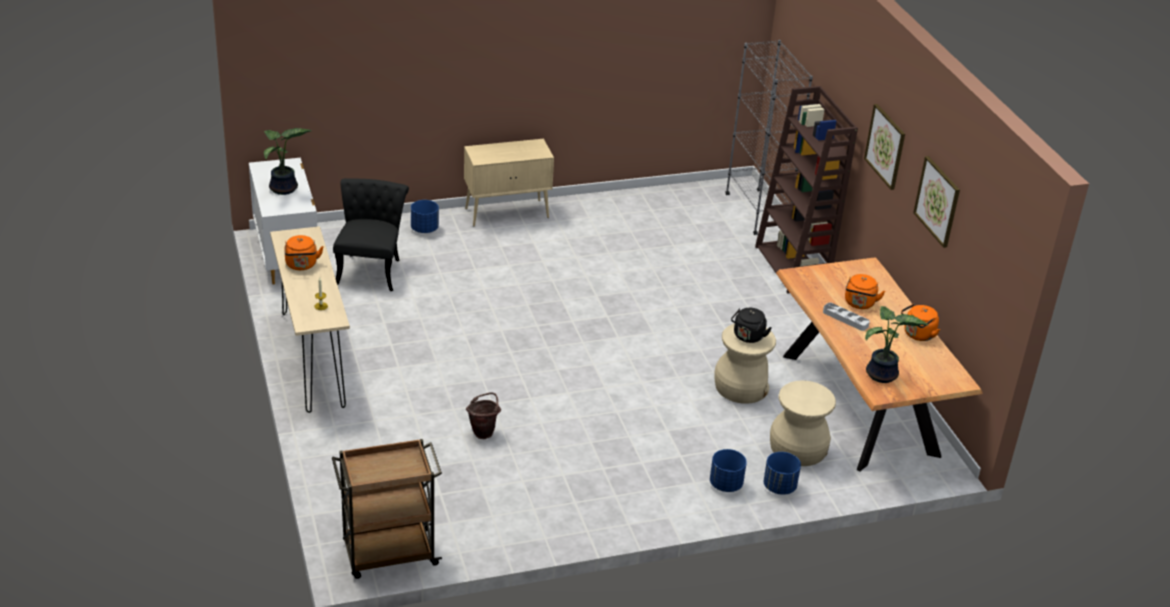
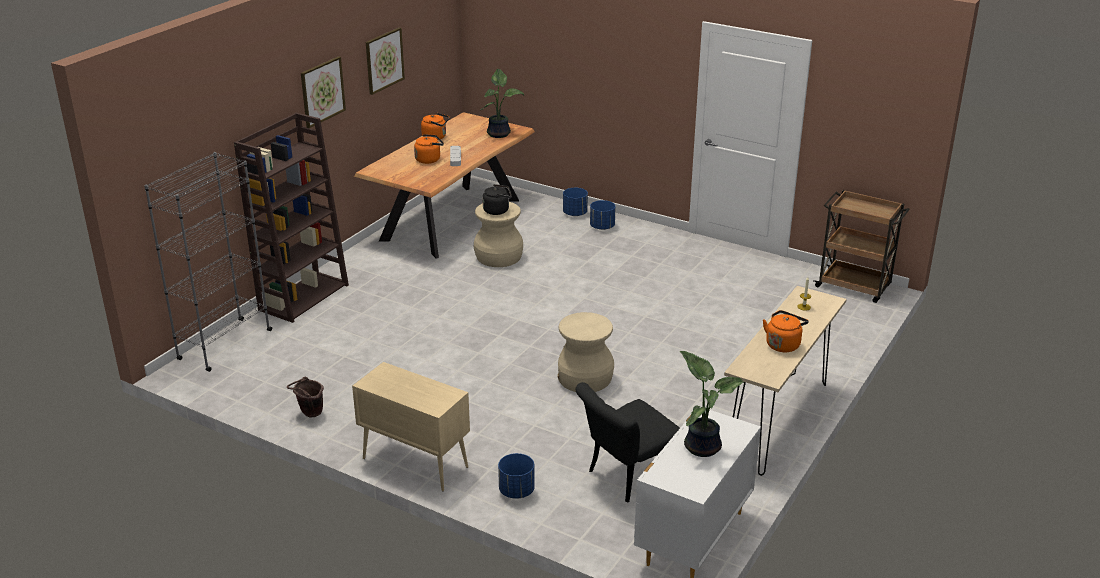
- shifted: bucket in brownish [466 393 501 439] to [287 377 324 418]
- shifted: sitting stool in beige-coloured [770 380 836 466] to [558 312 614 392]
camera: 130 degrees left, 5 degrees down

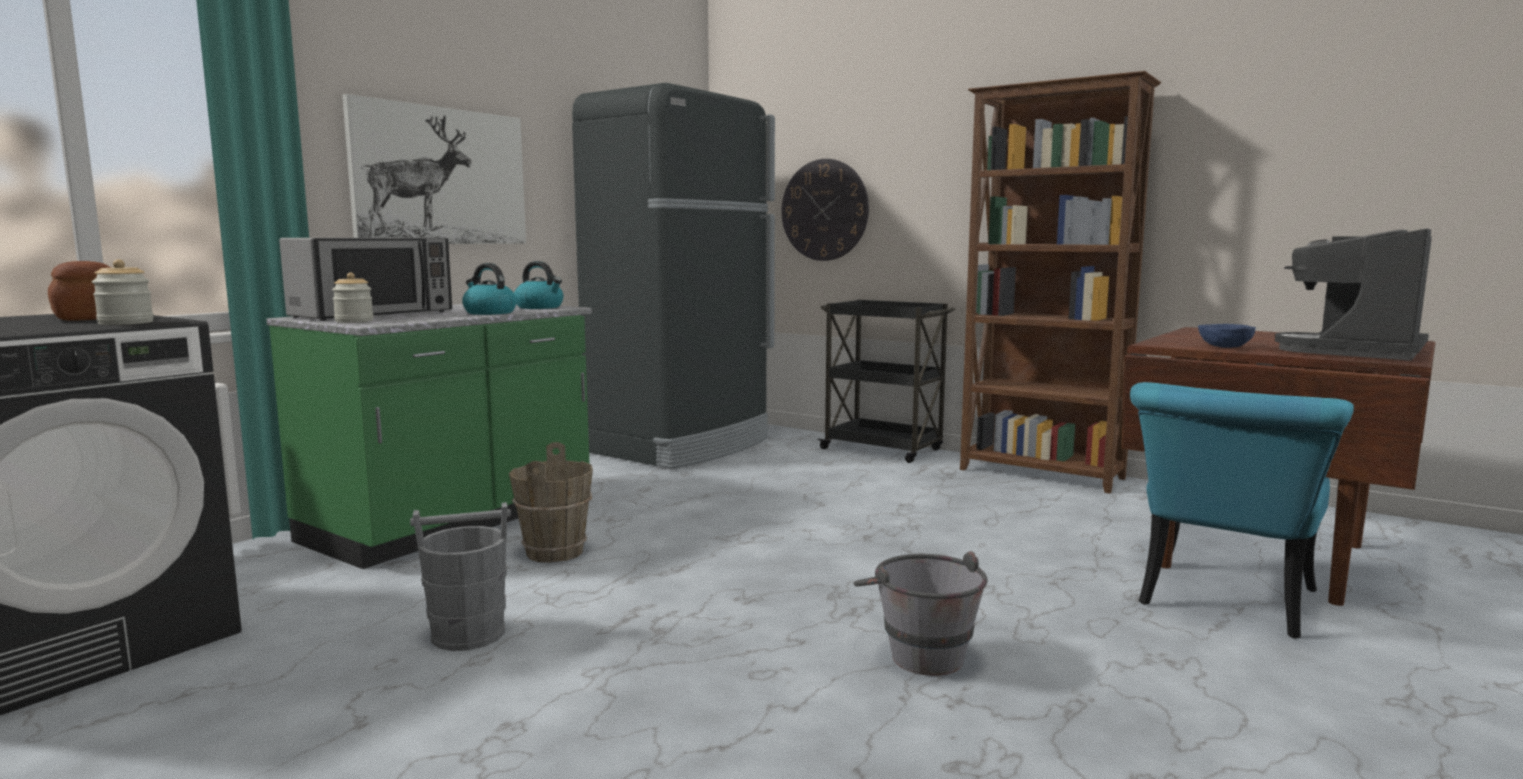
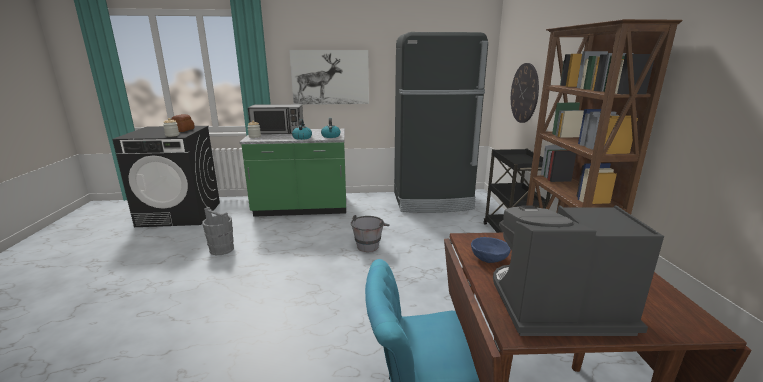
- shifted: bucket in gray [854 551 988 676] to [351 215 390 252]
- gone: bucket in brownish [509 442 593 563]
camera: 50 degrees right, 10 degrees up

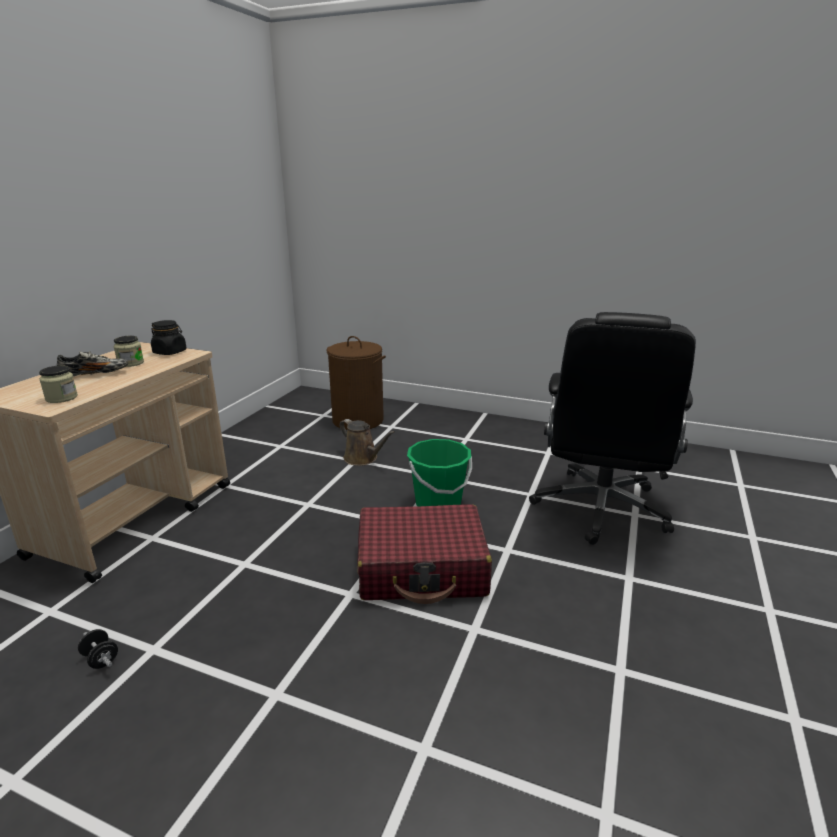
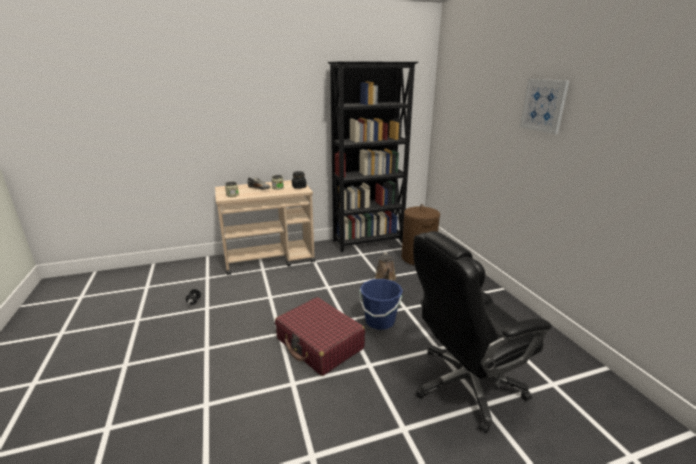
- new: bookcase in black-coloured [327 62 419 252]
- repainted: bucket in green [407 439 472 506] to bucket in bluish [359 279 403 330]
- new: picture [520 79 569 134]
camera: 50 degrees right, 0 degrees up

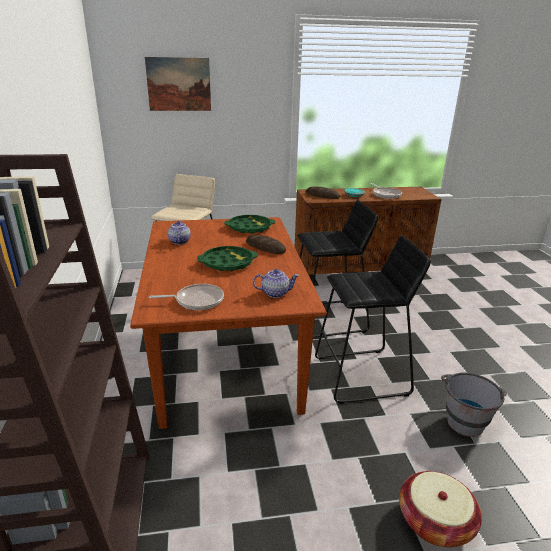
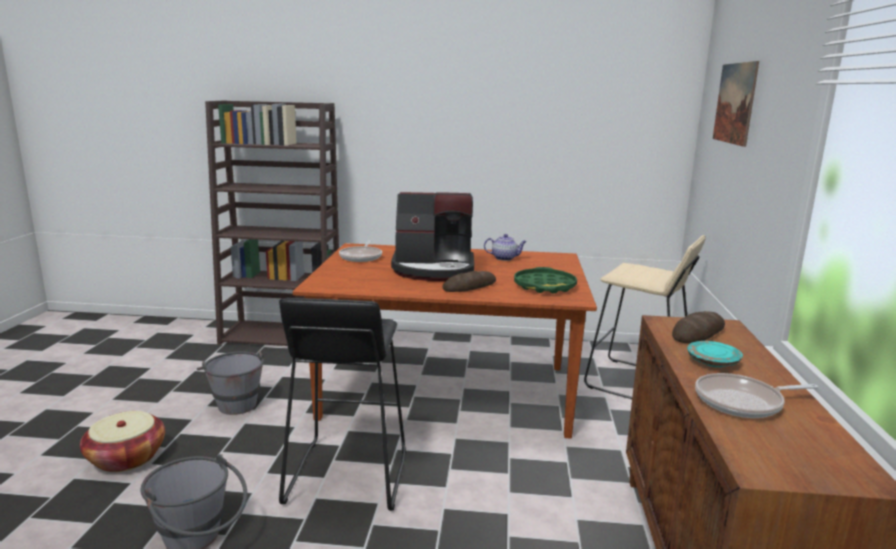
- new: bucket in gray [197 350 264 415]
- swapped: tray in green [197 246 258 271] to coffee maker [391 192 474 281]
- gone: tea pot [253 269 299 298]
- gone: sitting stool in black-coloured [297 200 378 337]
camera: 105 degrees right, 10 degrees down

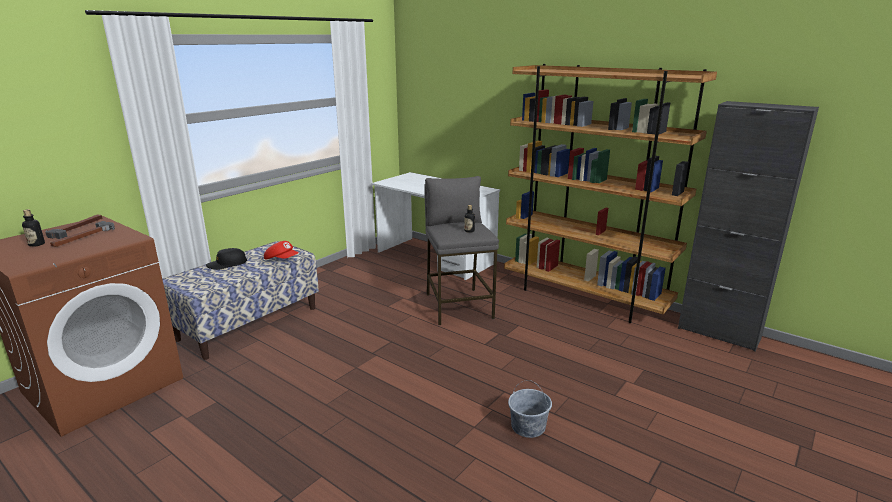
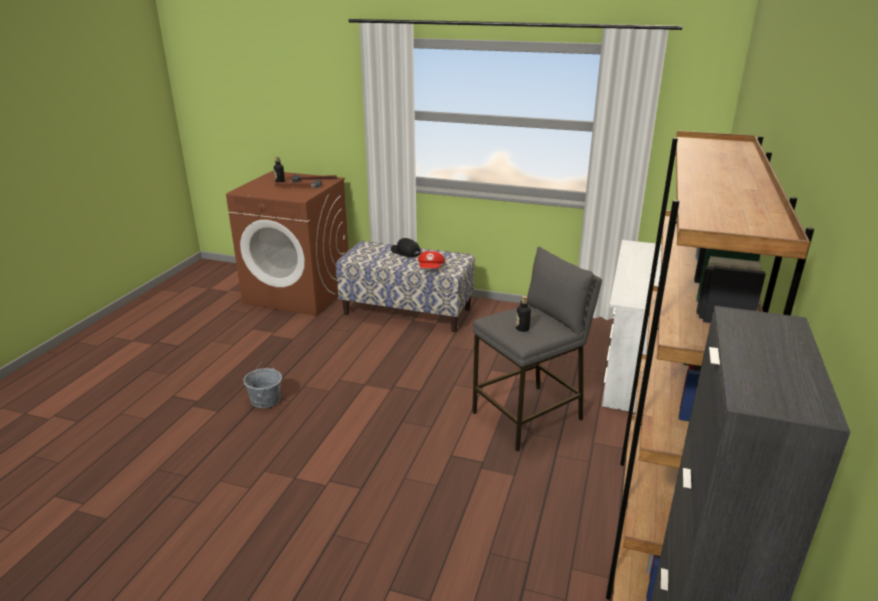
- shifted: bucket in gray [508 380 552 438] to [243 360 282 408]
camera: 70 degrees right, 5 degrees up

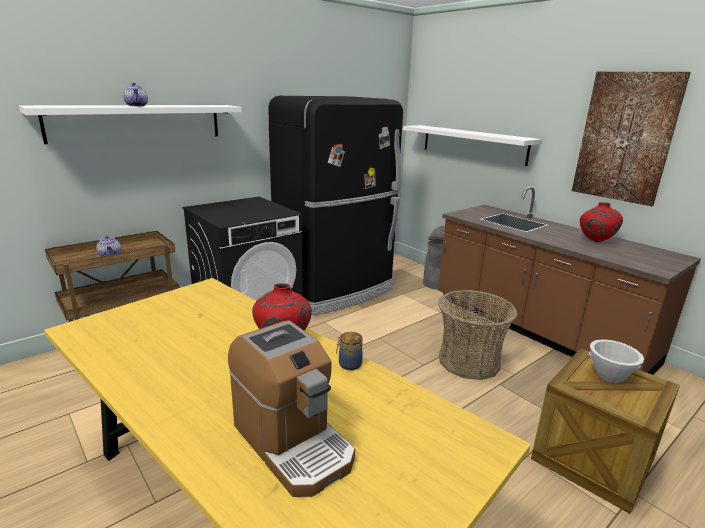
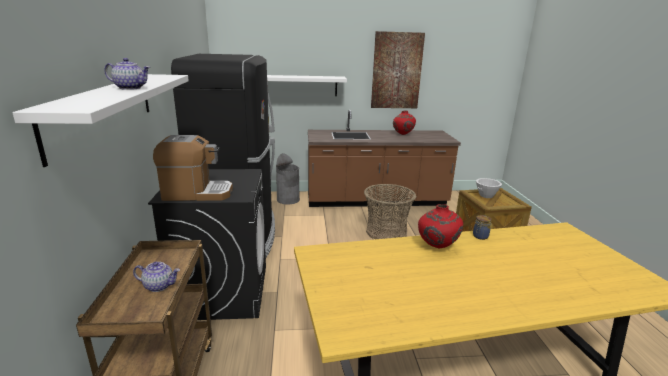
- shifted: coffee maker [228 321 355 497] to [153 135 233 201]
camera: 55 degrees left, 0 degrees up

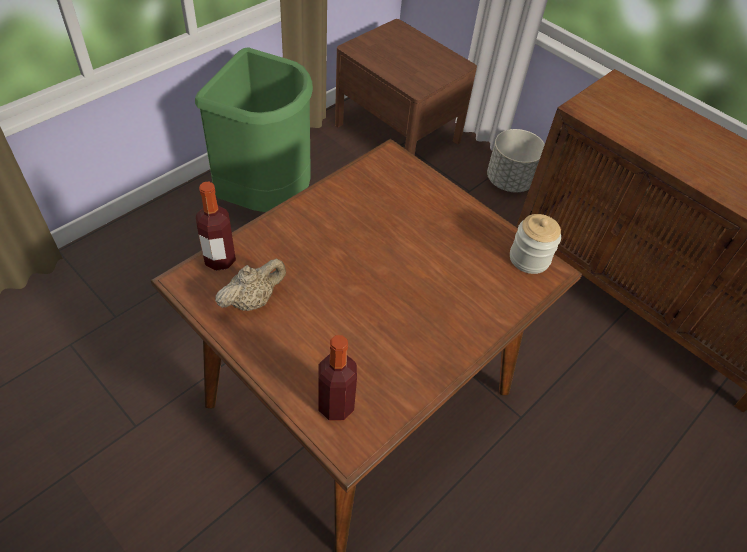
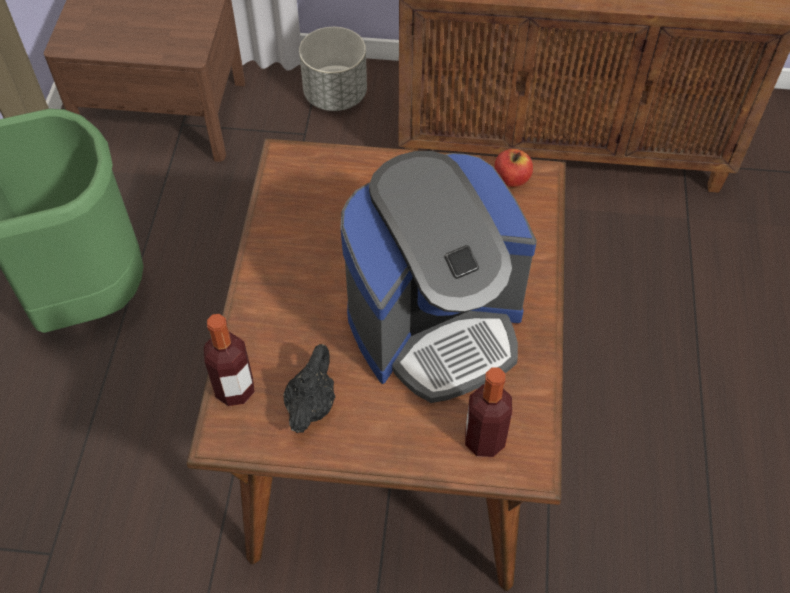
- repainted: tea pot in beige-coloured [215 259 286 311] to tea pot in black-coloured [283 344 336 433]
- new: coffee maker [341 151 537 403]
- swapped: preserve jar [510 214 561 274] to apple fruit [494 149 533 187]
camera: 35 degrees left, 5 degrees up

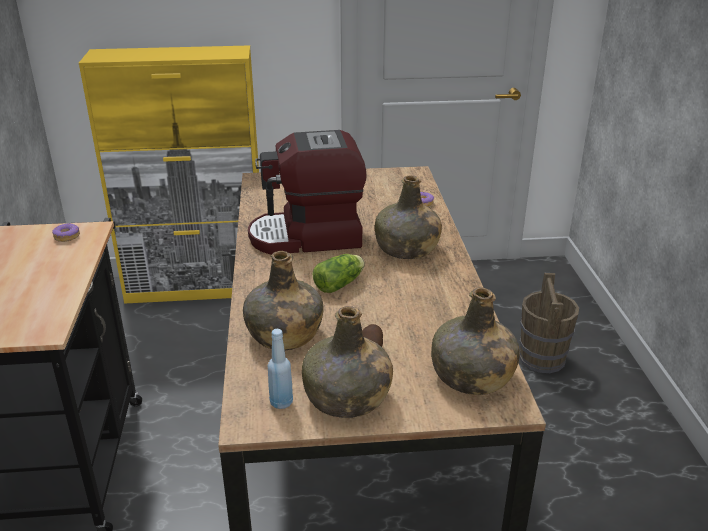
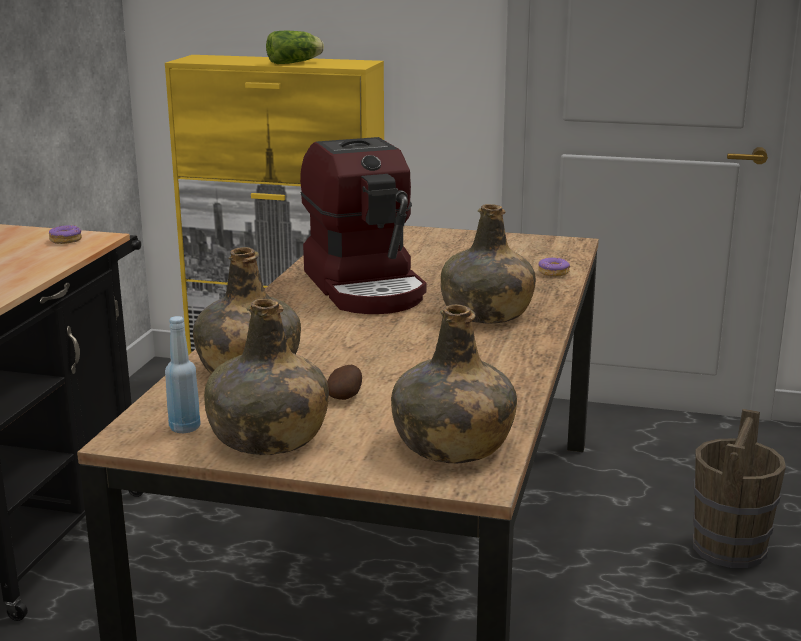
- shifted: head of lettuce [312 254 365 293] to [266 31 324 64]
- rotated: coffee maker [248 130 367 255] = [300 137 426 314] 120 degrees counterclockwise
camera: 20 degrees right, 10 degrees down

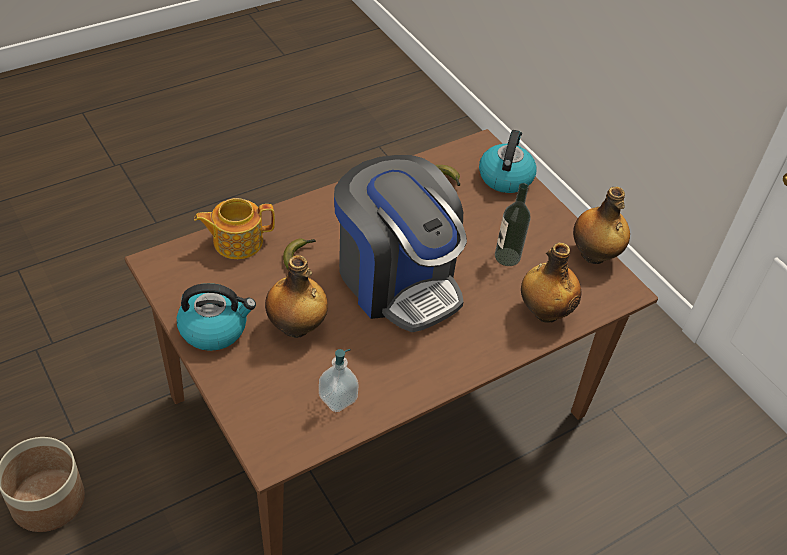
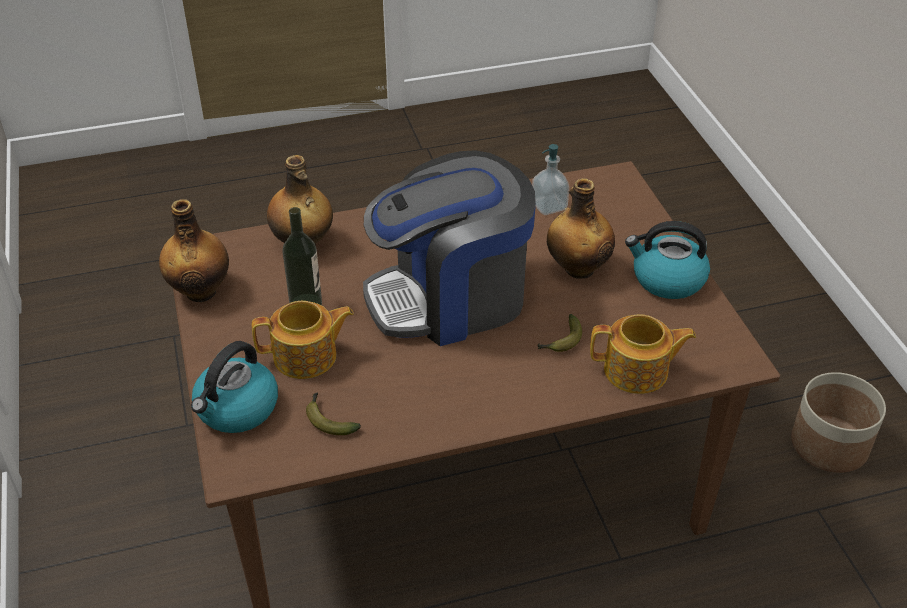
- new: tea pot [252 301 354 379]
- rotated: coffee maker [334 155 467 332] = [363 150 536 346] 90 degrees counterclockwise
camera: 160 degrees left, 5 degrees down

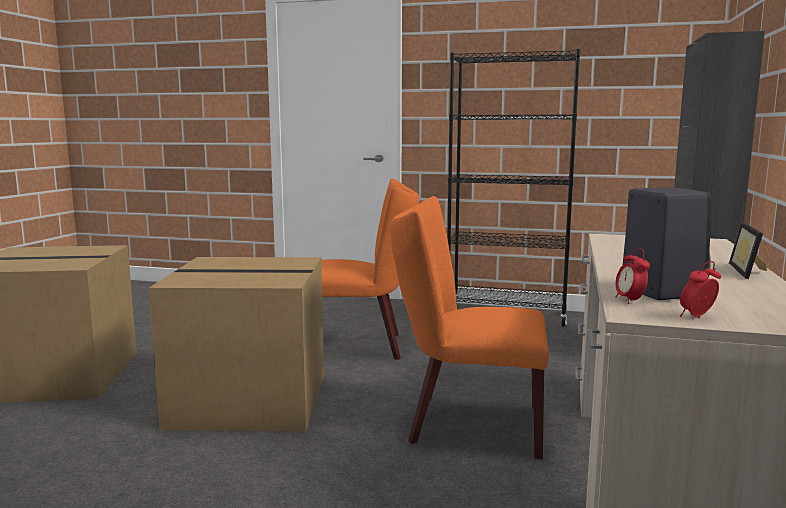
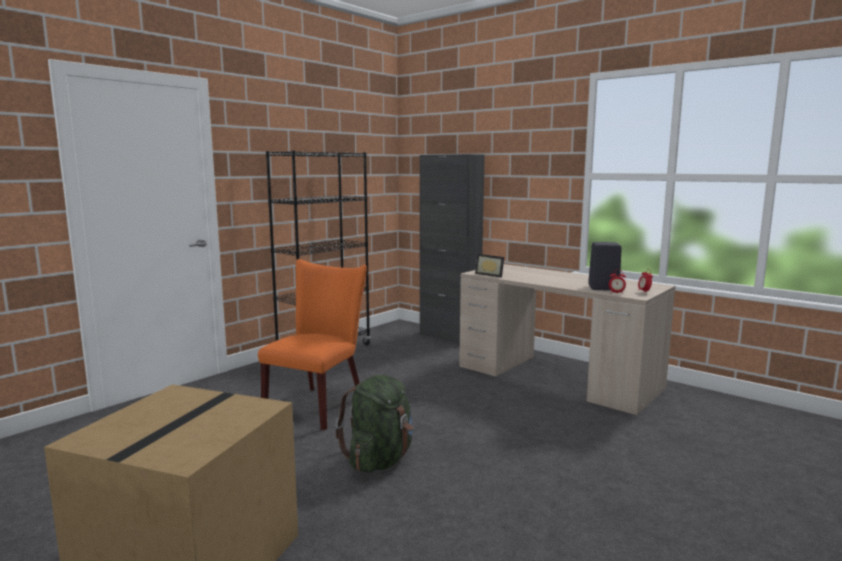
- swapped: carton [149 257 324 431] to backpack in green [336 375 413 473]
- shifted: picture frame [729 222 767 279] to [475 254 504 278]
- gone: chair in orangey [390 196 549 459]
camera: 65 degrees left, 0 degrees up

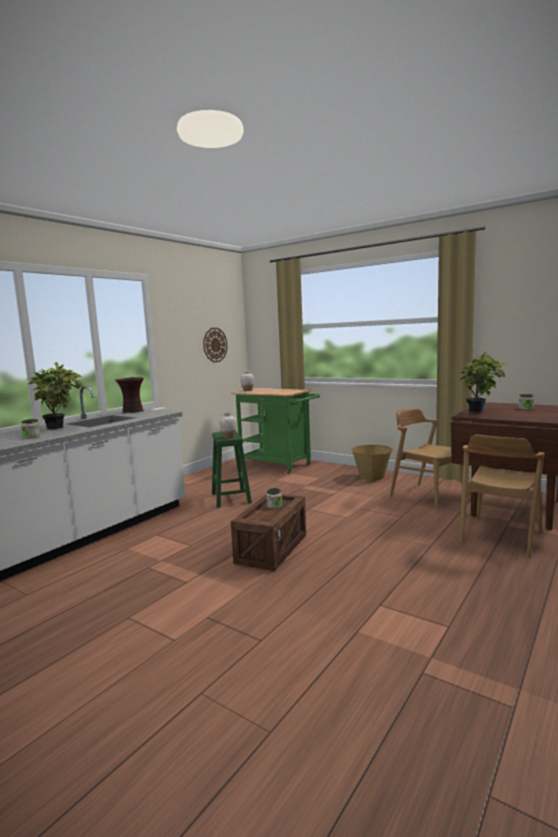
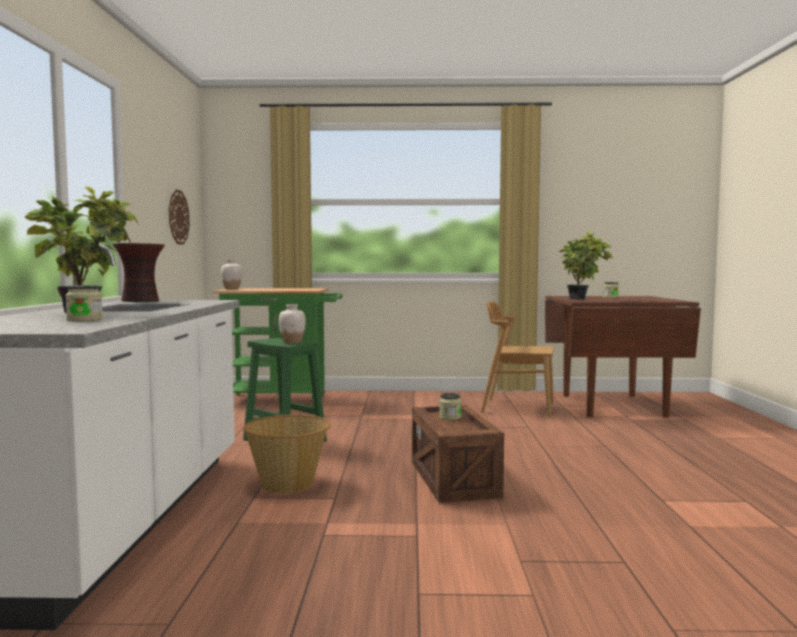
- shifted: storage basket [352 445 393 481] to [243 415 331 494]
- gone: chair in brownish [460 434 545 557]
camera: 35 degrees left, 5 degrees down

